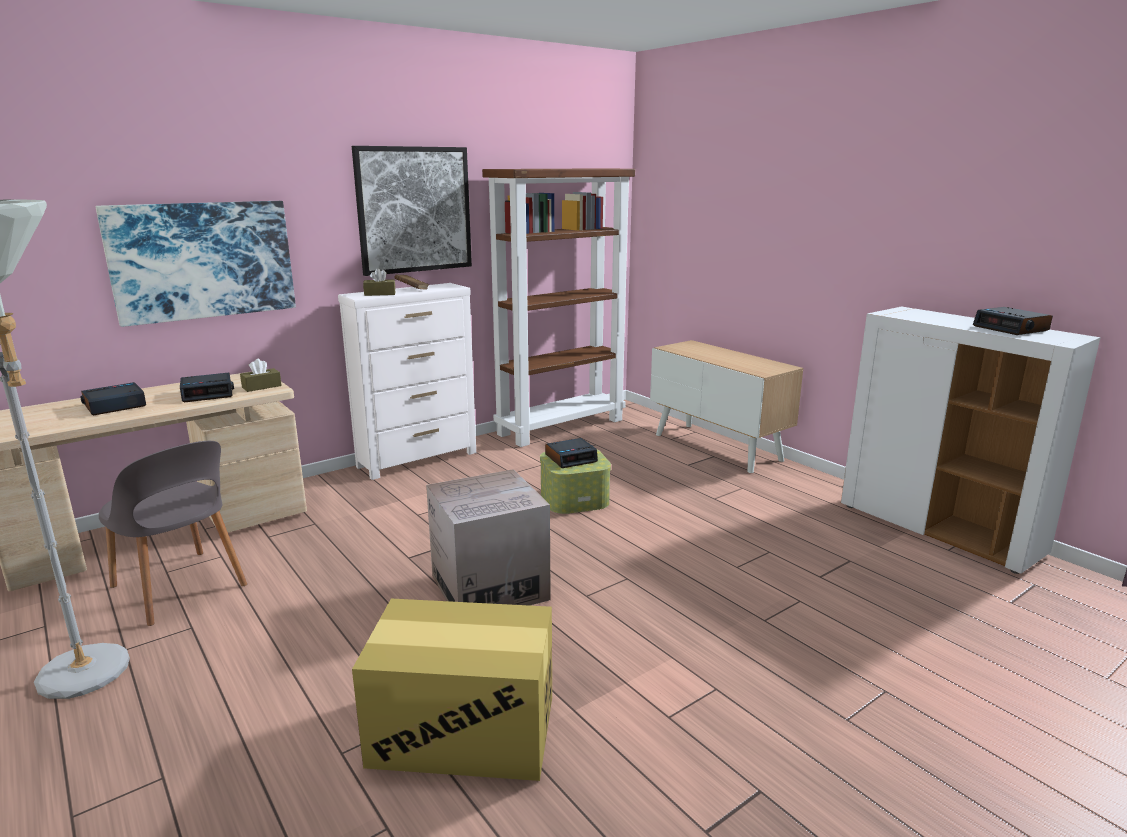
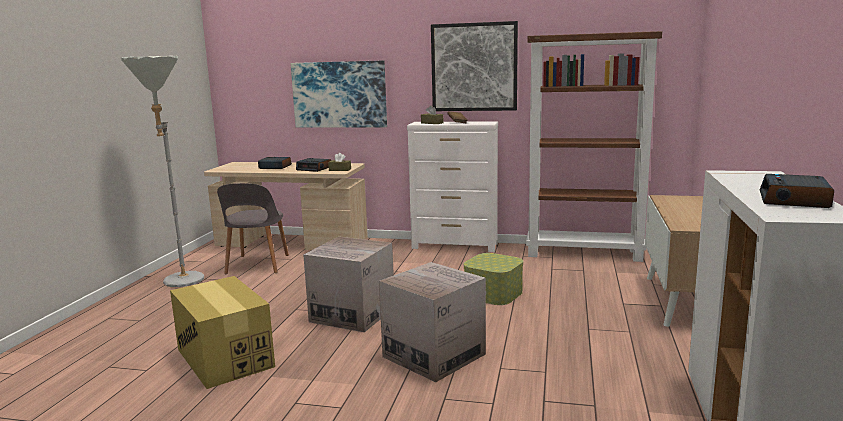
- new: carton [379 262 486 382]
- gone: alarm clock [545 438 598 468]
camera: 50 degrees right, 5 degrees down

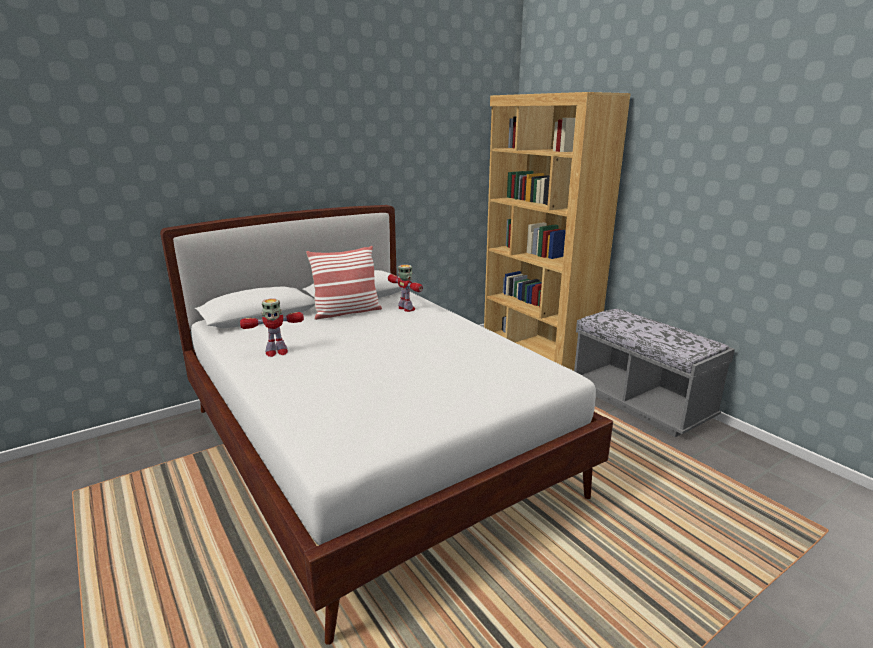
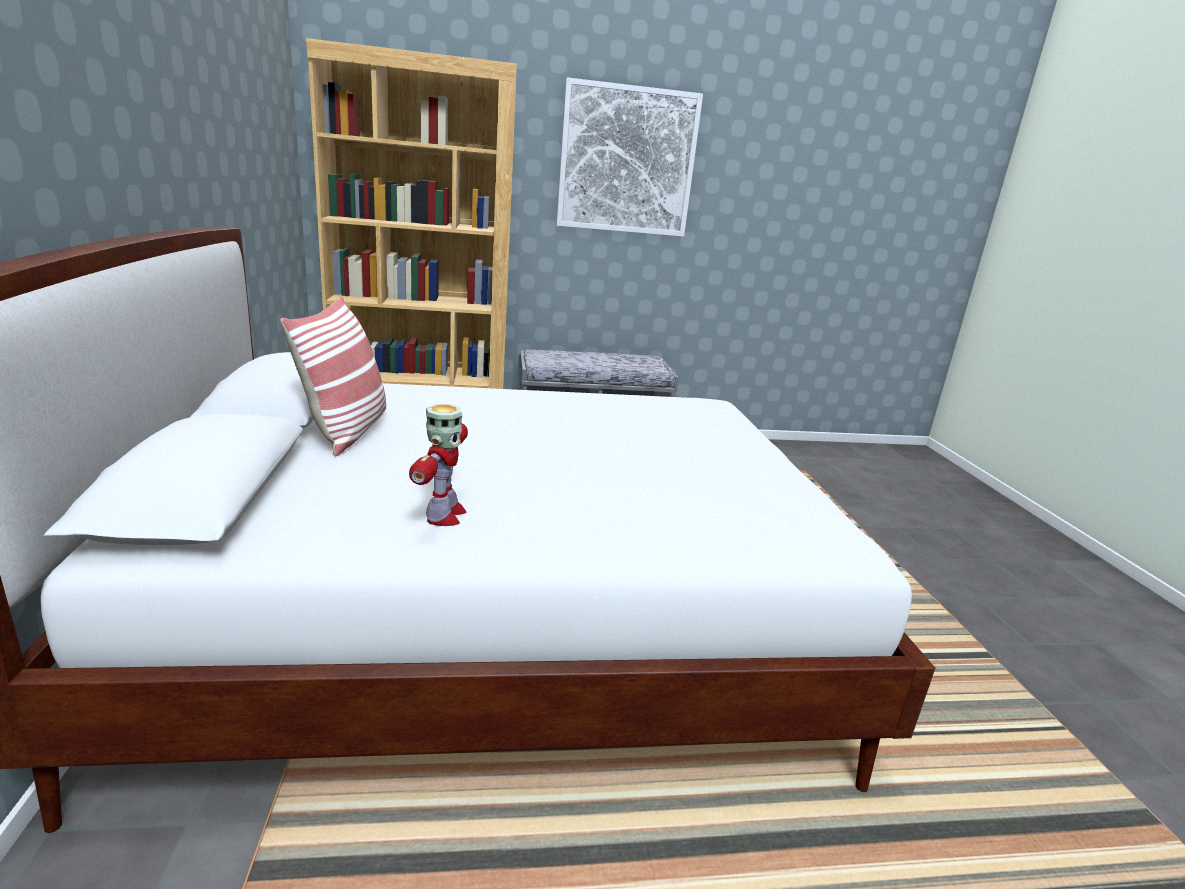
- new: picture [556 77 703 237]
- gone: model robot [388 264 423 312]
camera: 65 degrees left, 0 degrees up

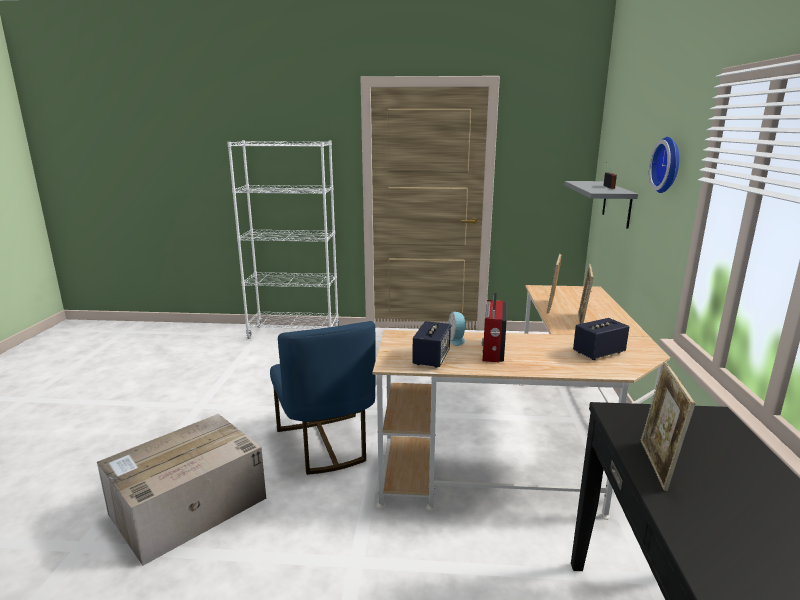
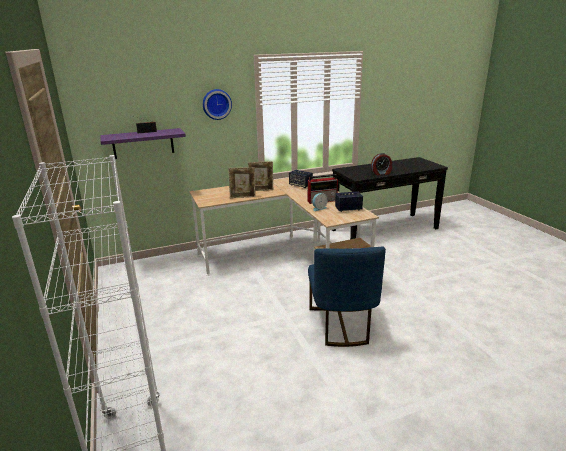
- repainted: bracket shelf in gray [564 181 638 229] to bracket shelf in purplish [100 128 186 159]
- rotated: chair in bluish [270 321 376 475] = [308 246 386 347] 135 degrees clockwise
- swapped: picture frame [641 362 696 491] to alarm clock [371 153 392 175]
- gone: carton [97 414 266 566]
camera: 115 degrees left, 5 degrees up

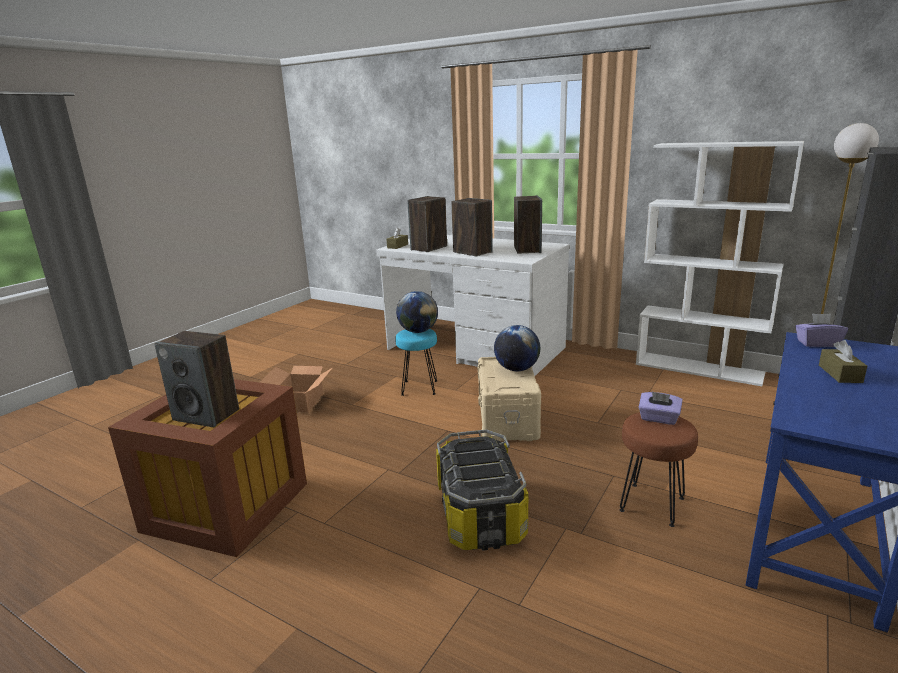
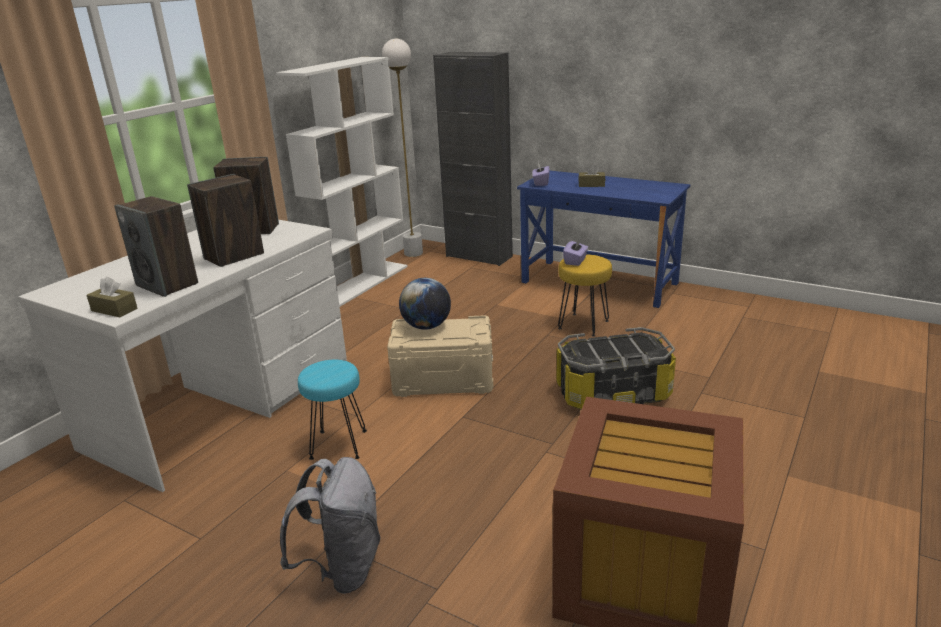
- swapped: carton [259 366 332 412] to backpack in gray [280 457 381 594]
- repainted: sitting stool in brownish [620 412 698 527] to sitting stool in yellowish [558 254 612 337]
- gone: speaker [154 331 239 427]
- gone: world globe [396 291 438 333]
camera: 90 degrees left, 5 degrees up

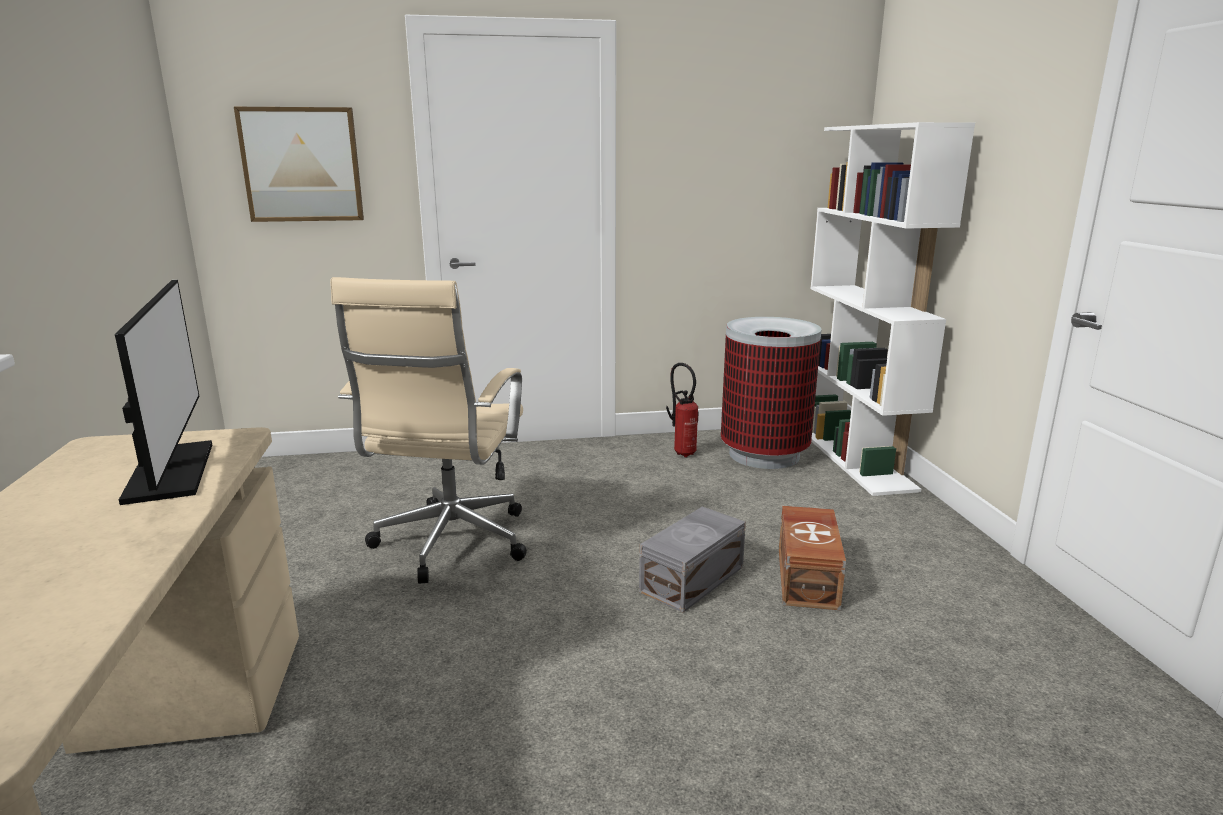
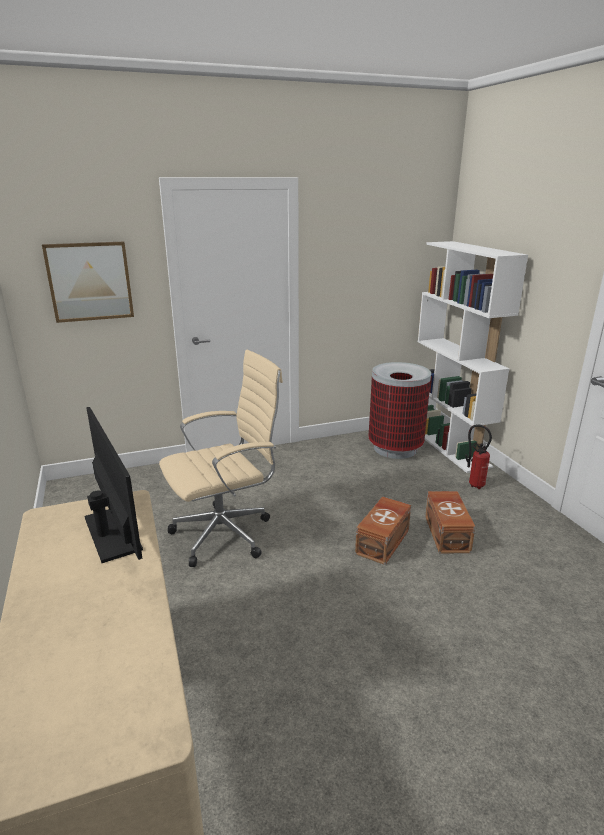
- rotated: desk chair in beige-coloured [330 277 527 584] = [159 350 283 567] 120 degrees counterclockwise
- repainted: storage box in gray [639 507 746 613] to storage box in brownish [355 496 411 565]
- shifted: fire-fighting cylinder [666 363 699 457] to [466 424 492 489]
camera: 10 degrees left, 5 degrees up

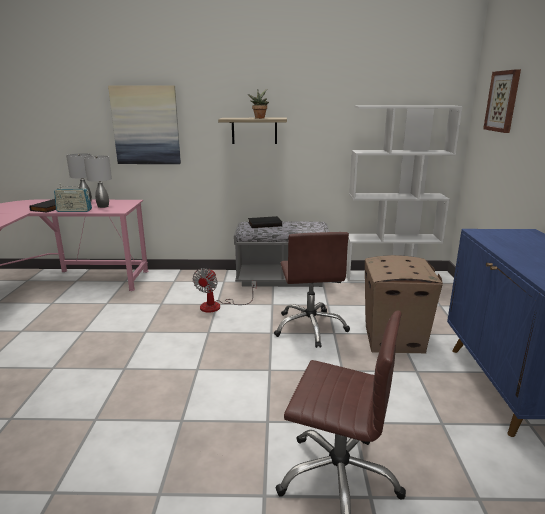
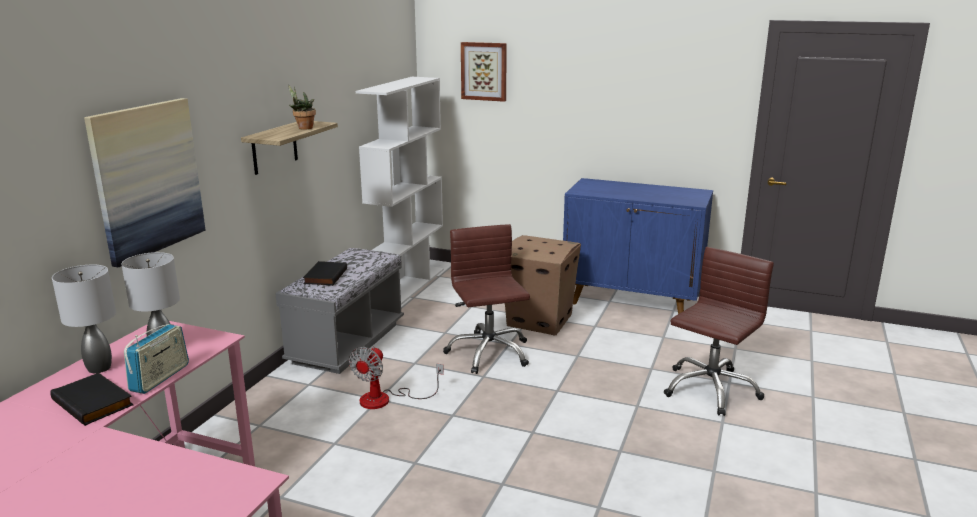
- rotated: cooling fan [193 268 257 313] = [349 346 444 409] 75 degrees clockwise
- rotated: desk chair in brownish [274 232 350 348] = [443 224 530 374] 120 degrees counterclockwise
camera: 70 degrees left, 0 degrees up

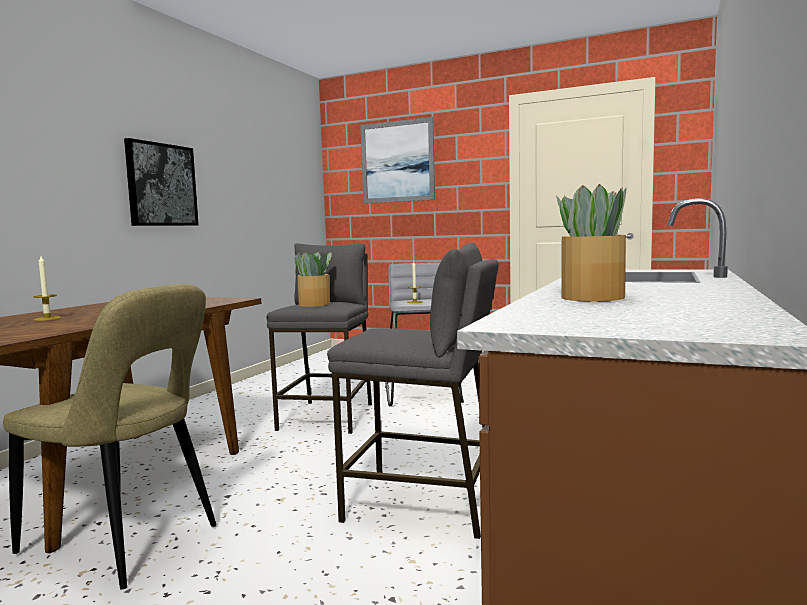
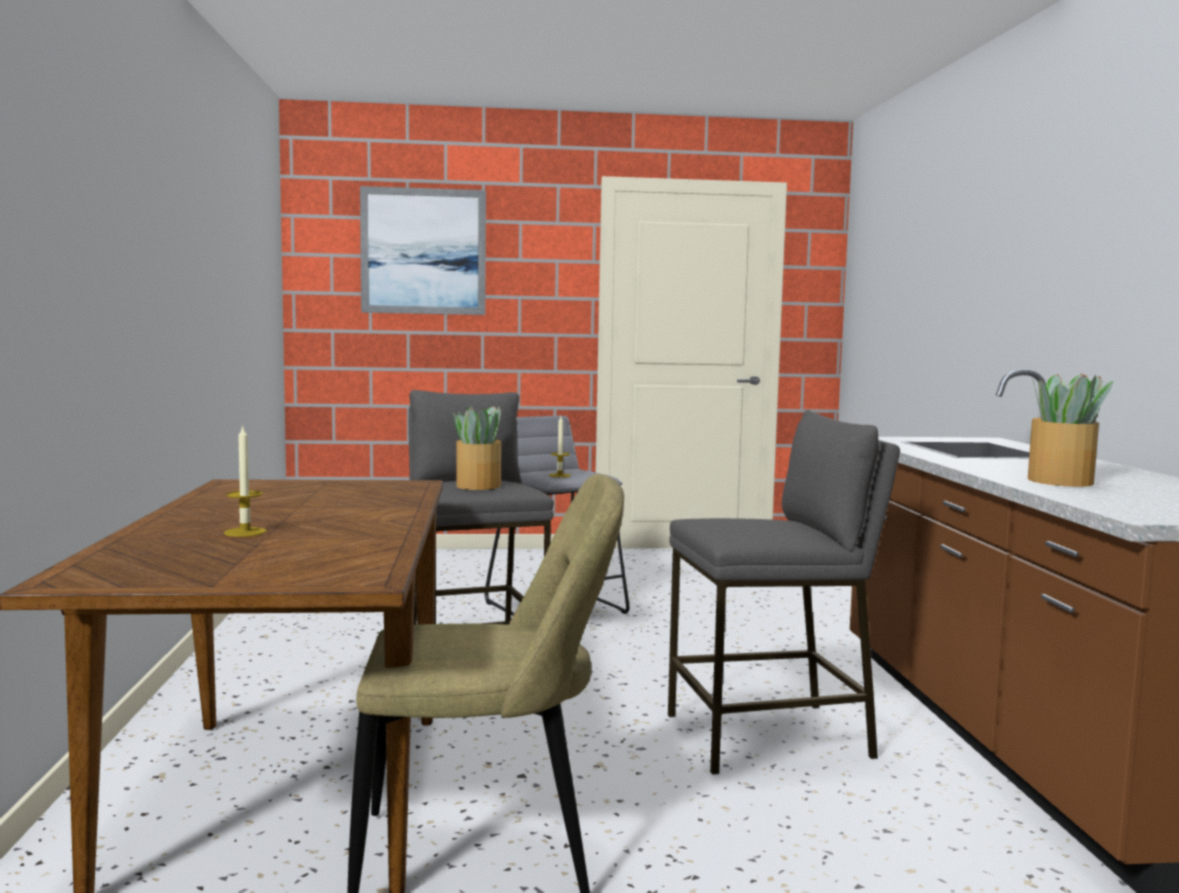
- gone: picture [124 138 199 226]
camera: 30 degrees left, 0 degrees up

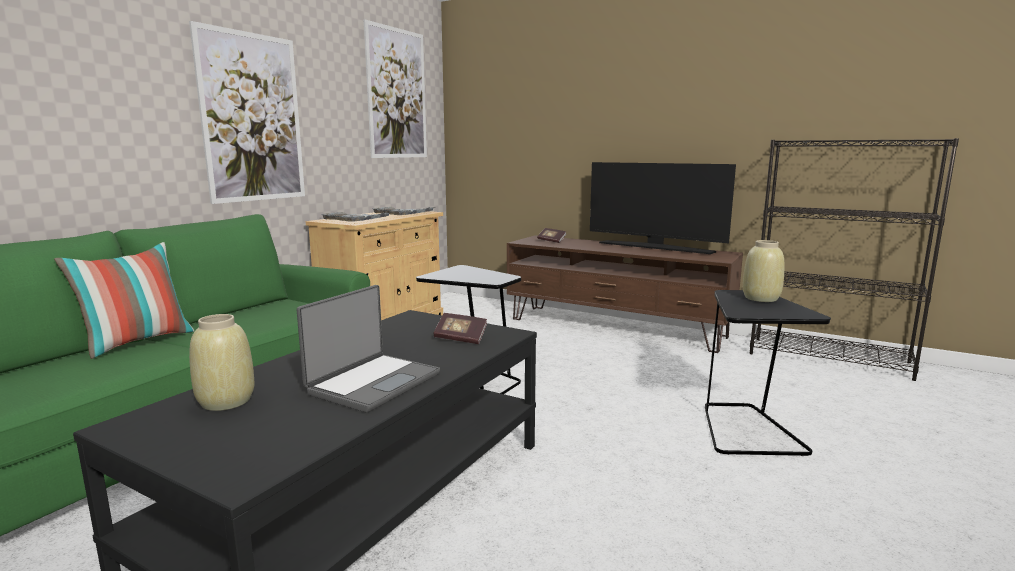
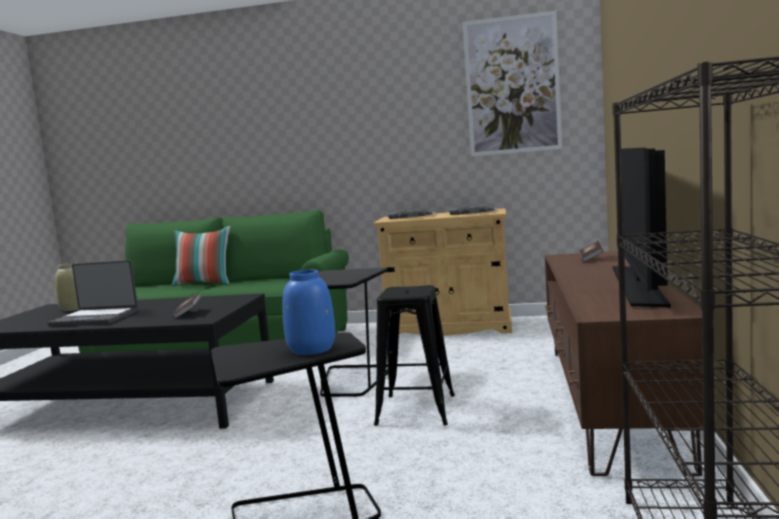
- repainted: flower vase in beige-coloured [743 240 785 302] to flower vase in bluish [282 270 335 355]
- new: sitting stool in black-coloured [374 285 455 426]
- gone: picture [189 21 305 204]
camera: 70 degrees right, 5 degrees down

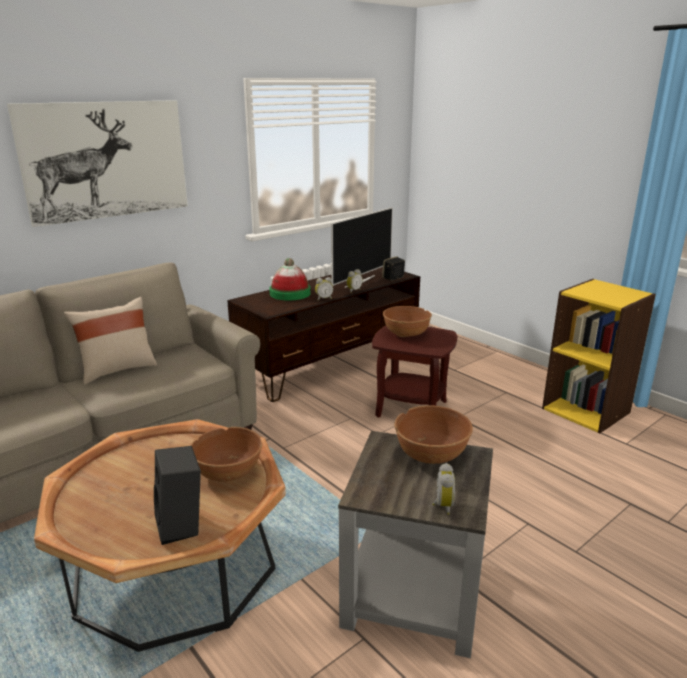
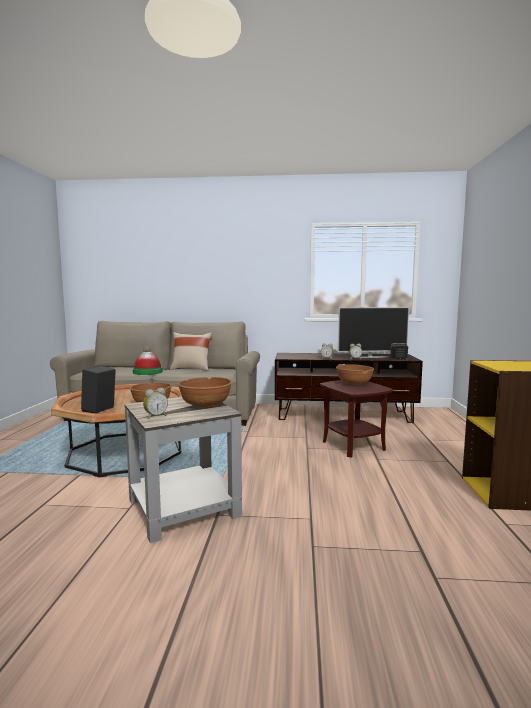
- shifted: wearable hat [269 258 311 301] to [133 347 163 375]
- gone: picture [7 100 188 227]
camera: 45 degrees right, 15 degrees down

